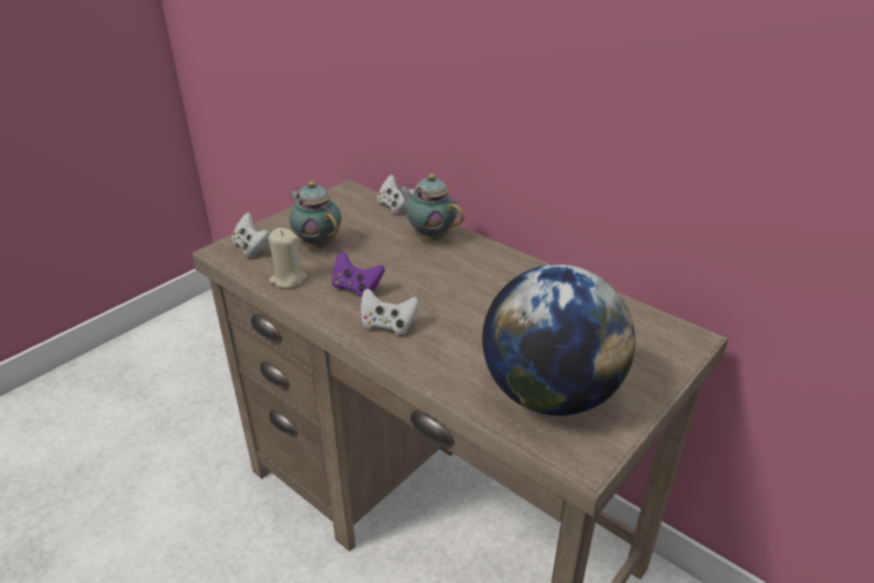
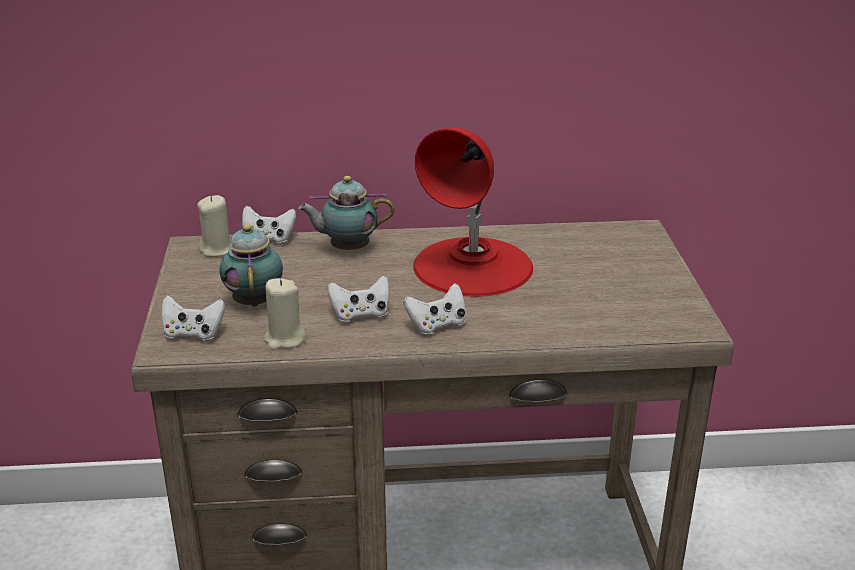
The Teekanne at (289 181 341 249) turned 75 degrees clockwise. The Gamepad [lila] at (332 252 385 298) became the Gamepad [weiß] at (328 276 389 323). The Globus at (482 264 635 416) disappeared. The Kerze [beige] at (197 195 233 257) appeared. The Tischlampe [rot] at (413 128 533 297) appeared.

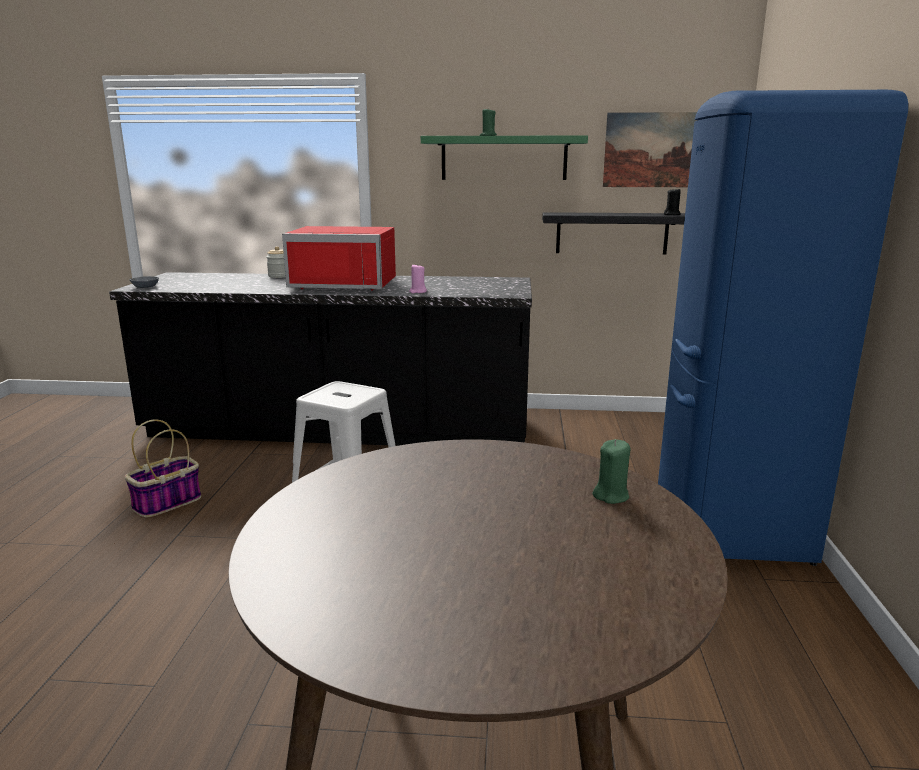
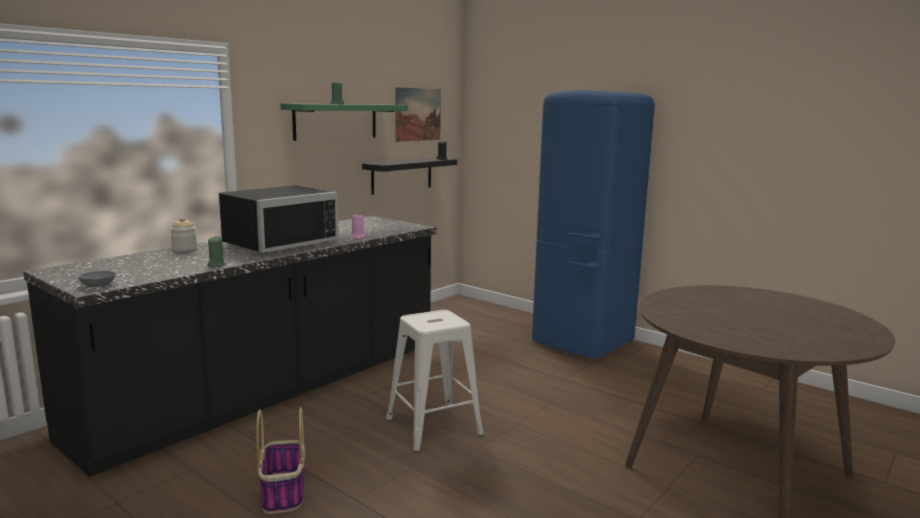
The Mikrowelle [rot] at (282 226 396 291) became the Mikrowelle [schwarz] at (219 185 339 253). The Kerze [grün] moved from (593 439 630 504) to (207 236 226 267).

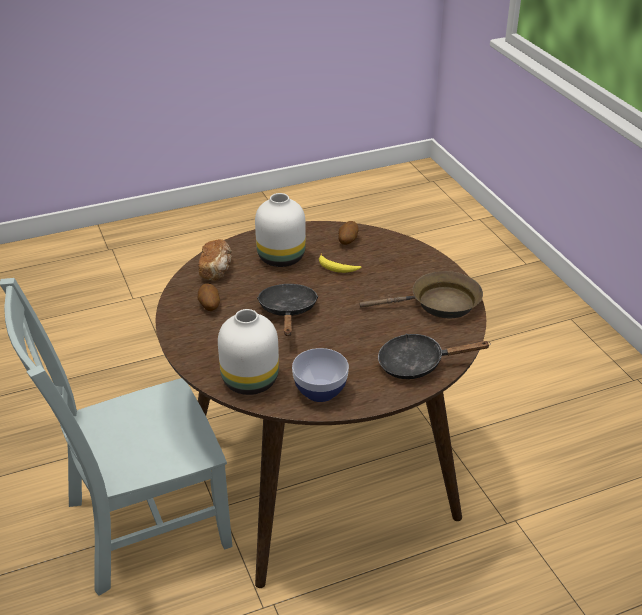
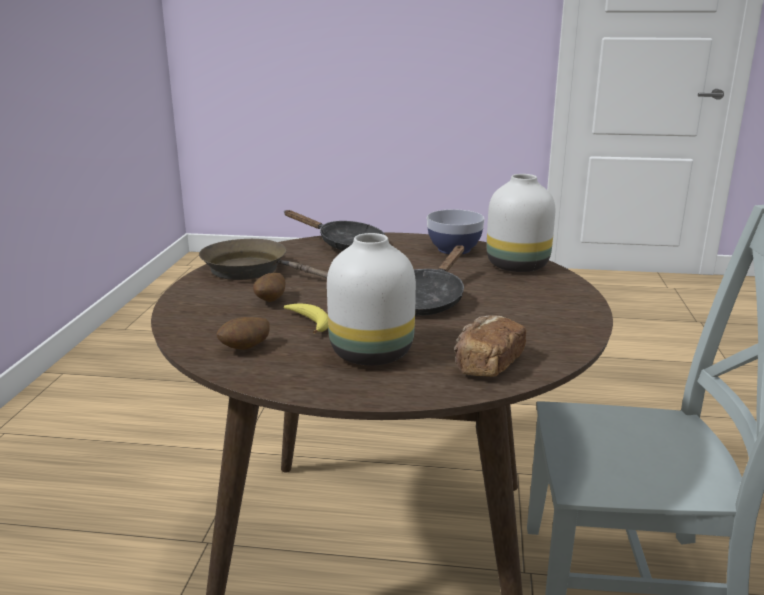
The Kartoffel moved from (198 283 220 311) to (253 273 285 302).

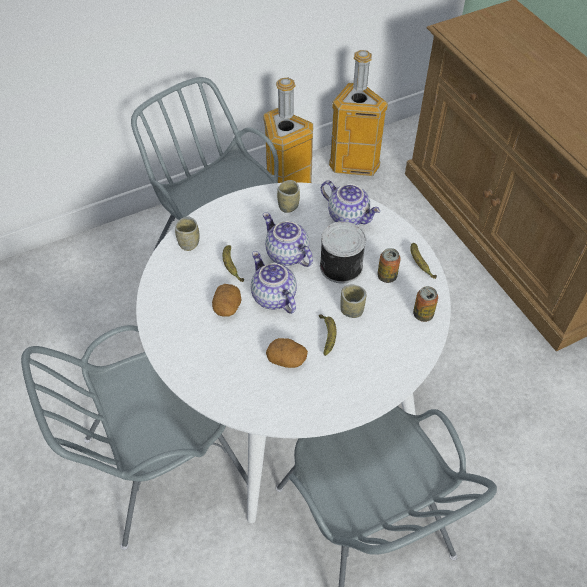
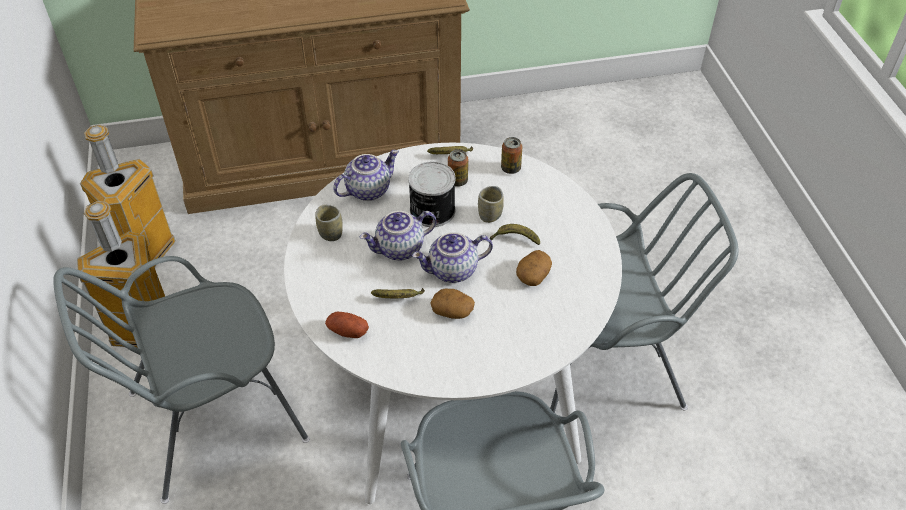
The Tasse at (175 216 199 251) was replaced by the Kartoffel at (325 312 369 338).

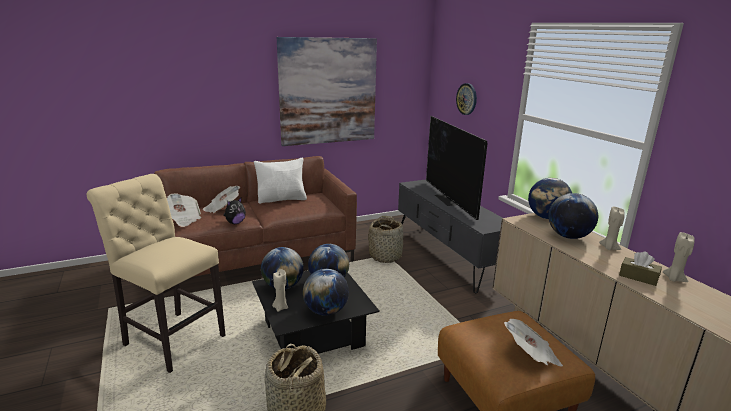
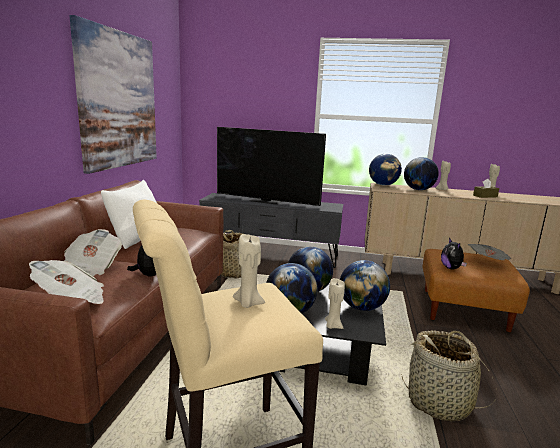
The Wanduhr at (456 83 477 115) disappeared. The Kerze [beige] at (233 234 265 308) appeared. The Plüschtier at (441 238 467 270) appeared.

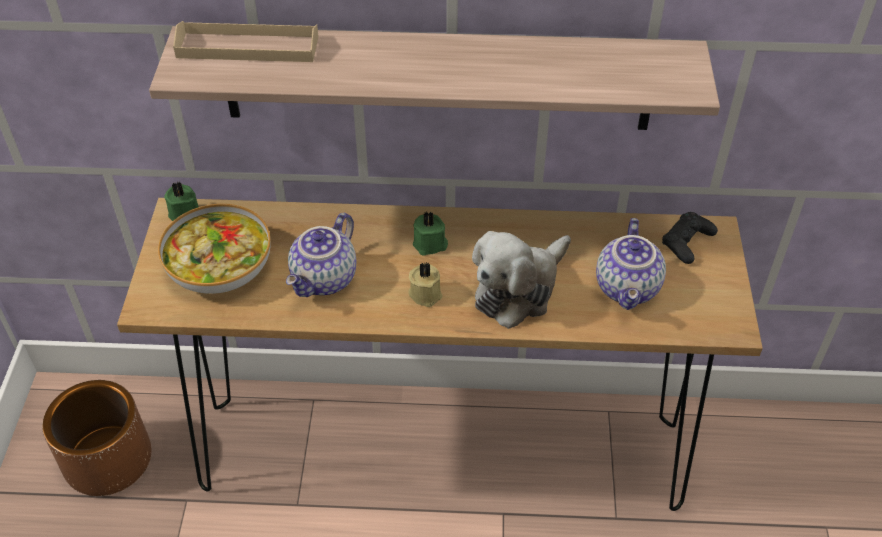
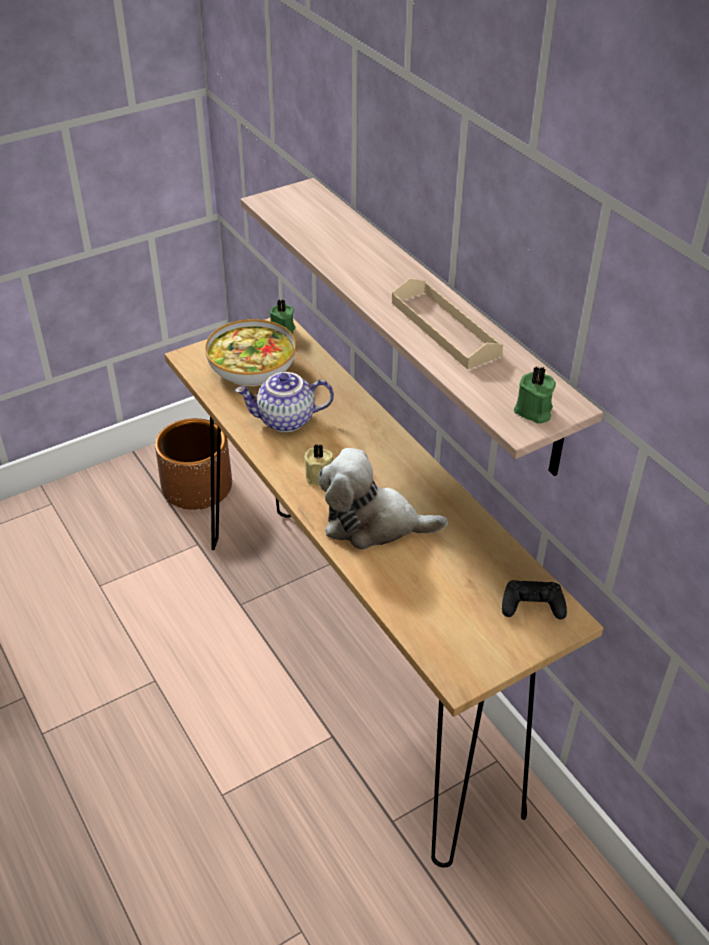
The Tablett [beige] moved from (173 21 319 62) to (392 278 503 370). The Kerze [grün] moved from (413 211 448 255) to (514 366 556 424). The Teekanne at (596 218 666 310) disappeared.

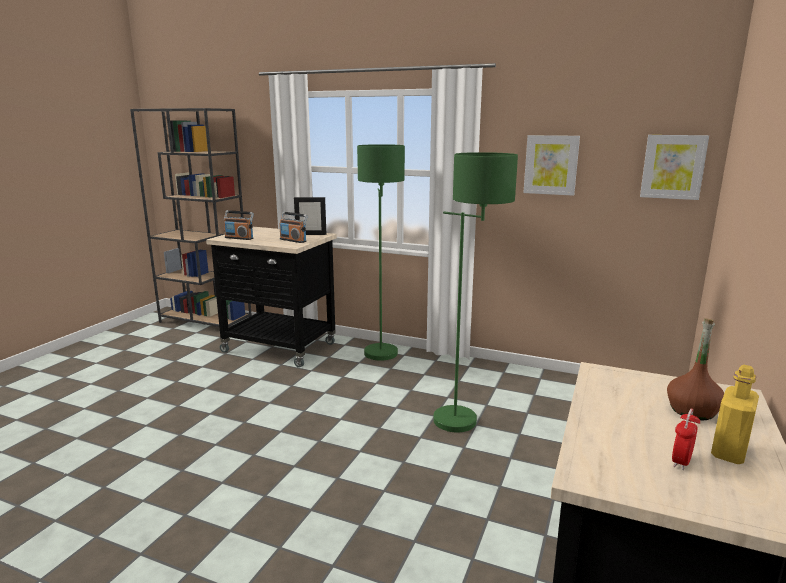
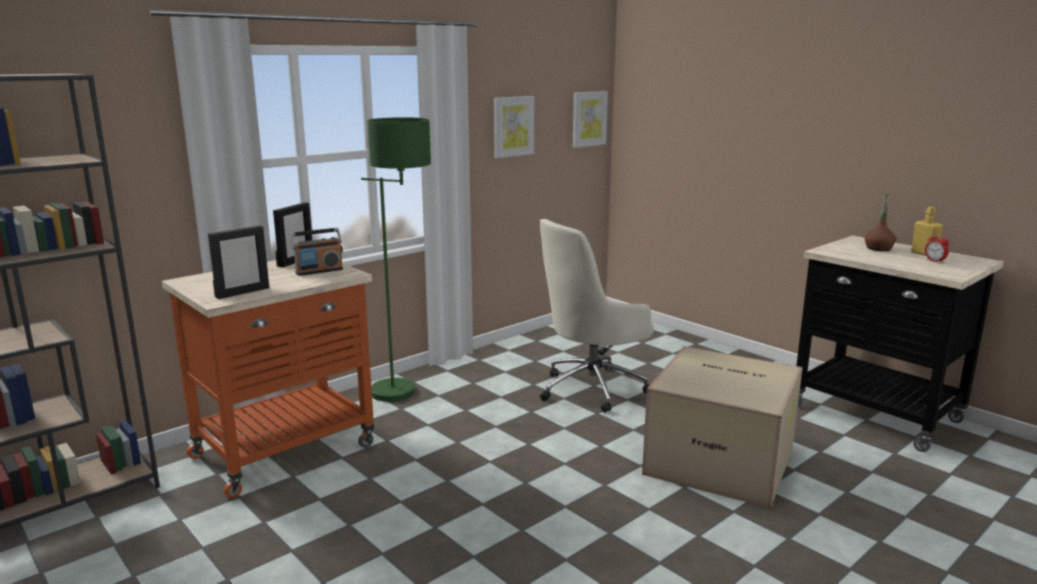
The Rollwagen [schwarz] at (206 227 337 368) became the Rollwagen [orange] at (162 260 374 498). The Radio at (224 210 254 240) was replaced by the Bilderrahmen at (208 226 269 299). The Stehlampe [grün] at (433 152 518 432) was replaced by the Bürostuhl [beige] at (540 219 654 412). The Karton at (642 346 803 508) appeared.

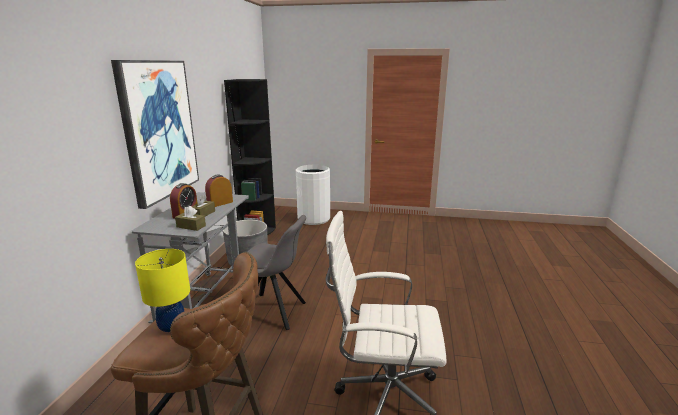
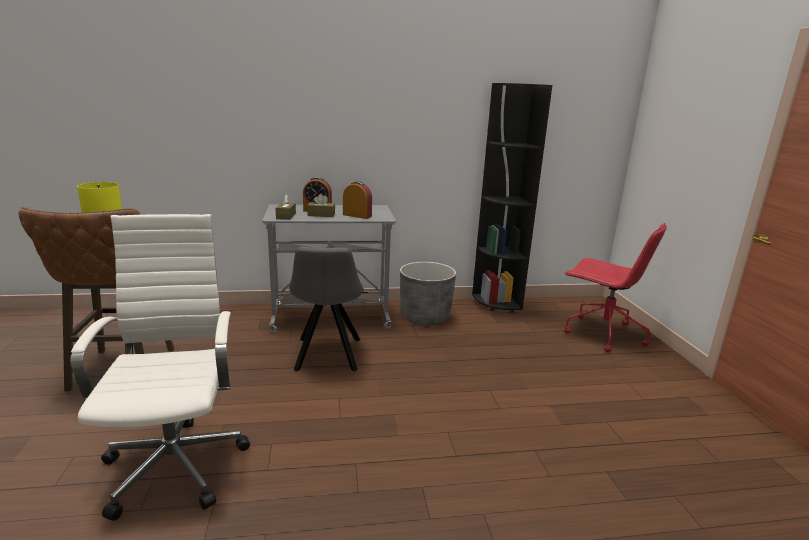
The Bild at (111 60 199 209) disappeared. The Mülleimer [weiß] at (296 165 330 225) was replaced by the Bürostuhl [rot] at (564 223 667 352).

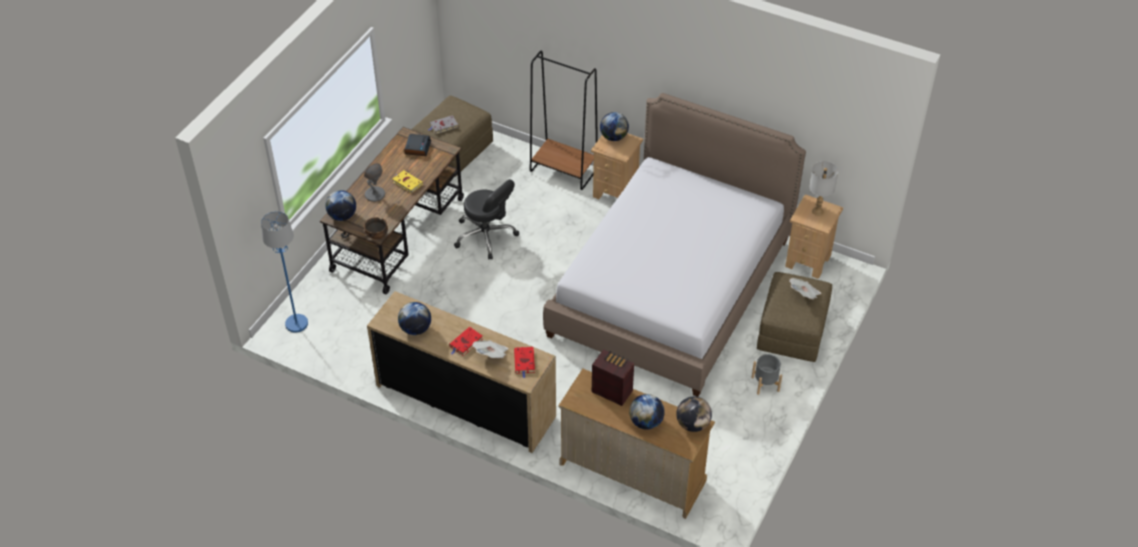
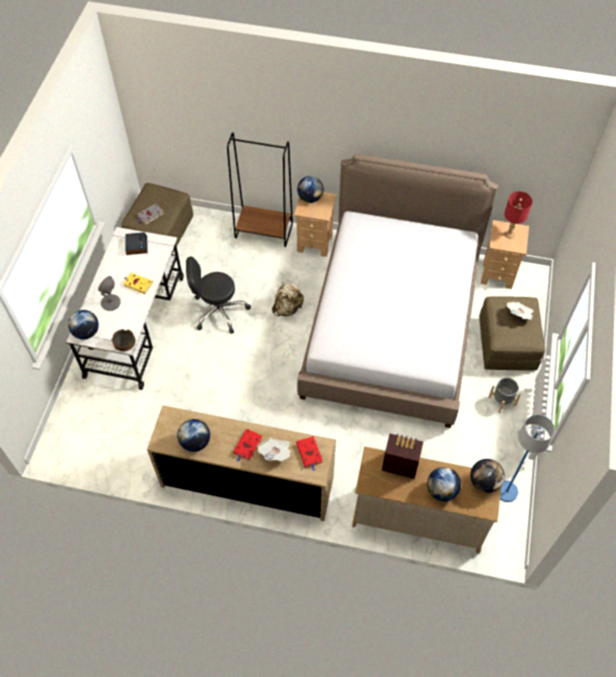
The Stehlampe [blau] moved from (261 211 308 332) to (500 415 555 502). The Schreibtisch [braun] at (320 127 464 294) became the Schreibtisch [weiß] at (66 227 184 390). The Bürostuhl [schwarz] at (454 179 519 260) turned 150 degrees clockwise. The Tischlampe [grau] at (809 161 838 216) became the Tischlampe [rot] at (504 191 533 239). The Rucksack [beige] at (272 282 304 316) appeared.

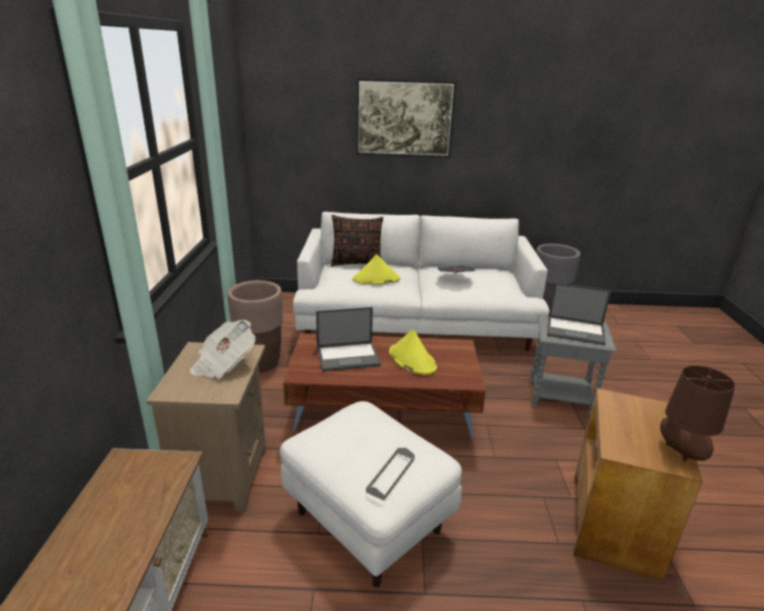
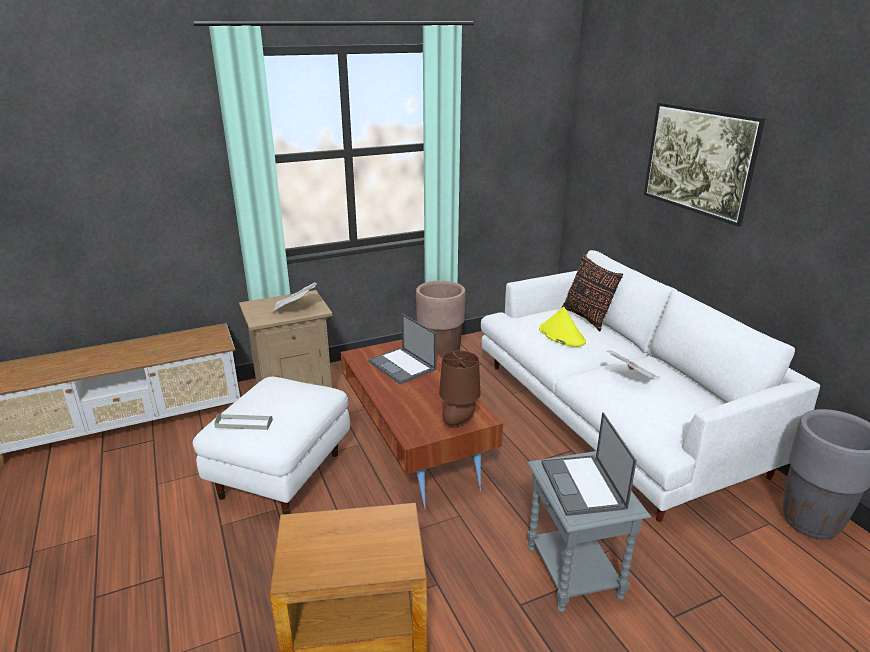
The Hut [gelb] at (389 329 437 375) disappeared. The Tischlampe [braun] moved from (660 365 735 462) to (439 351 480 428).

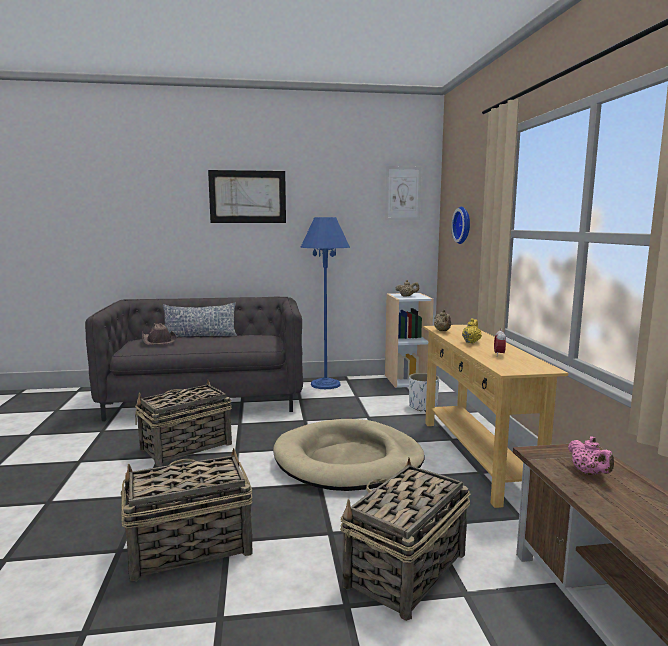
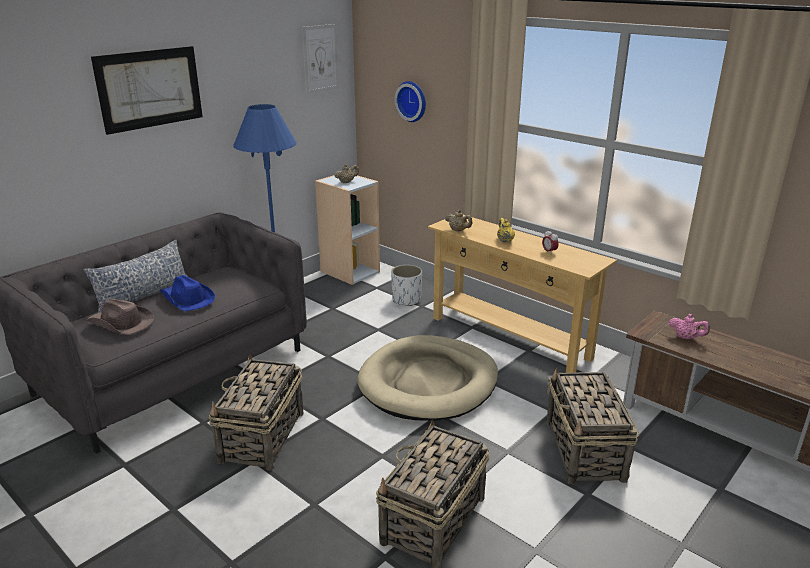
The Hut [blau] at (160 275 215 311) appeared.

